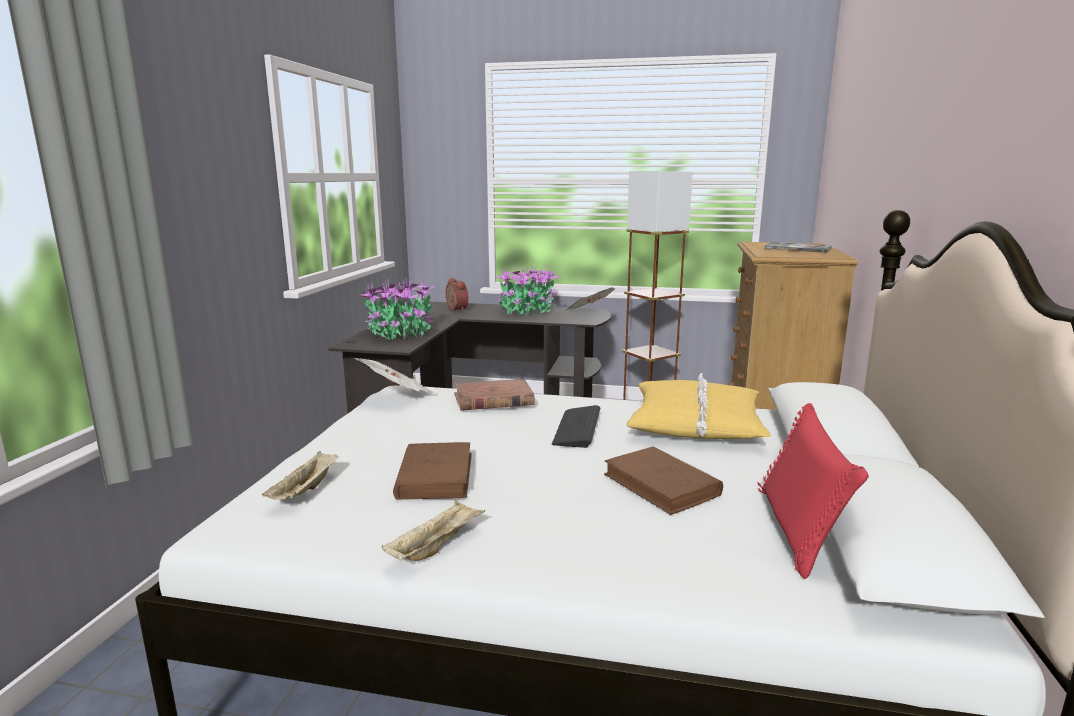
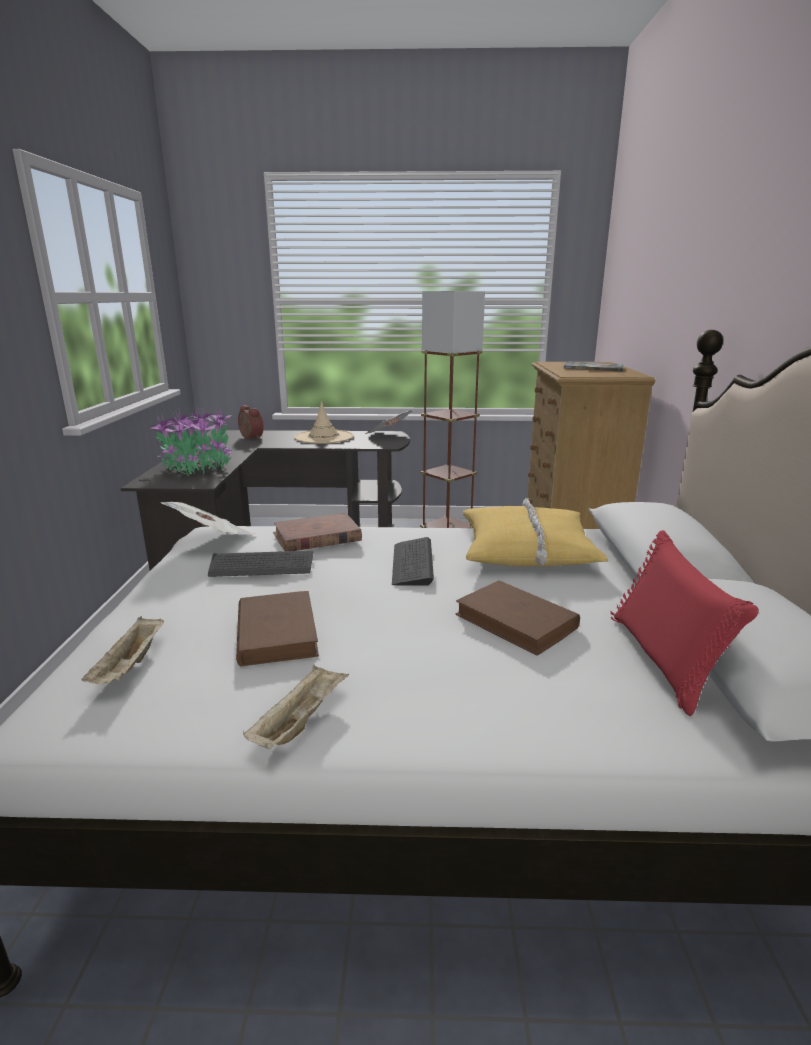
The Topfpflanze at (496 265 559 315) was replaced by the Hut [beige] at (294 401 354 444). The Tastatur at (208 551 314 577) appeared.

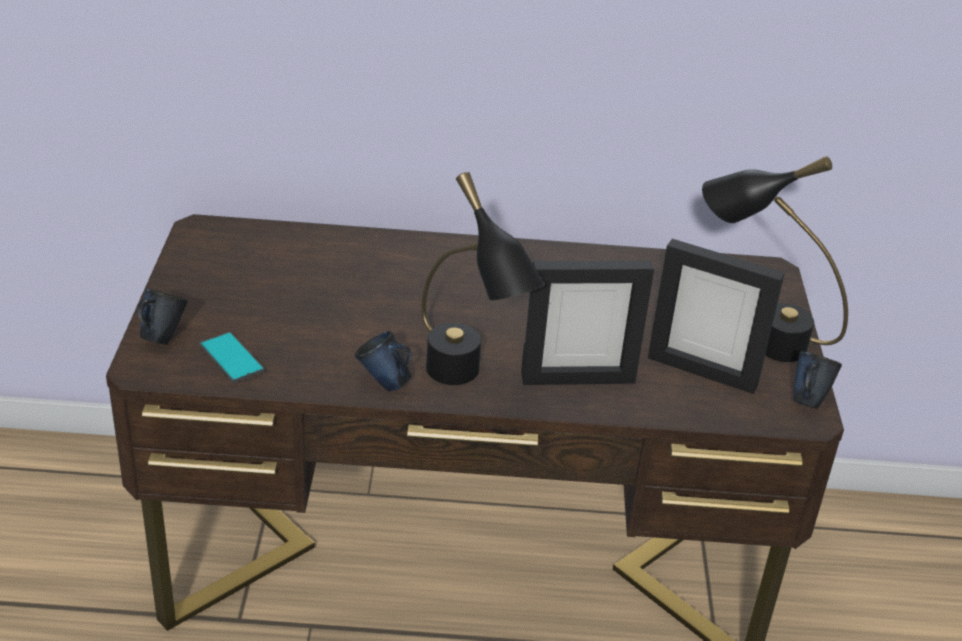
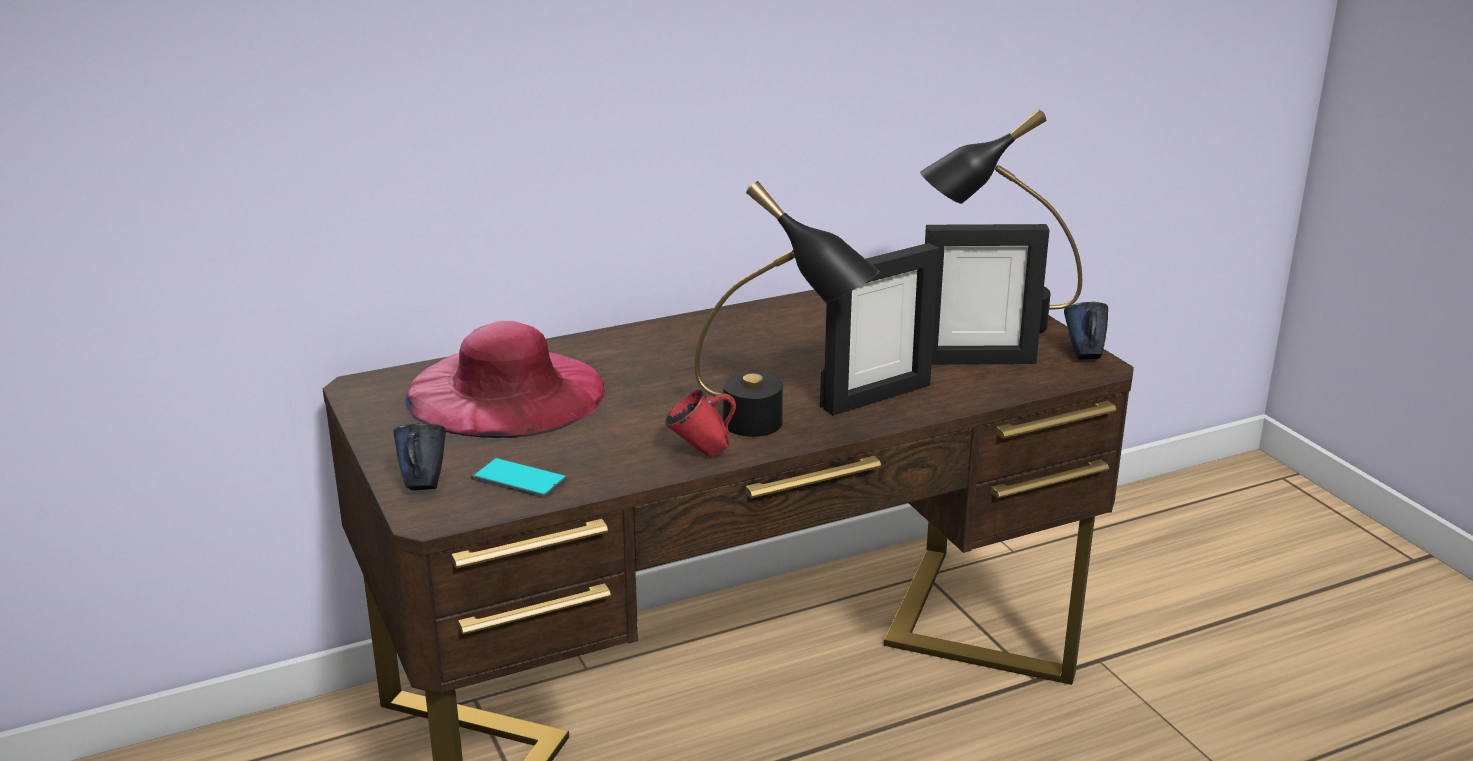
The Henkelbecher [blau] at (355 331 412 392) became the Henkelbecher [rot] at (665 389 736 458). The Hut [rosa] at (405 321 605 438) appeared.

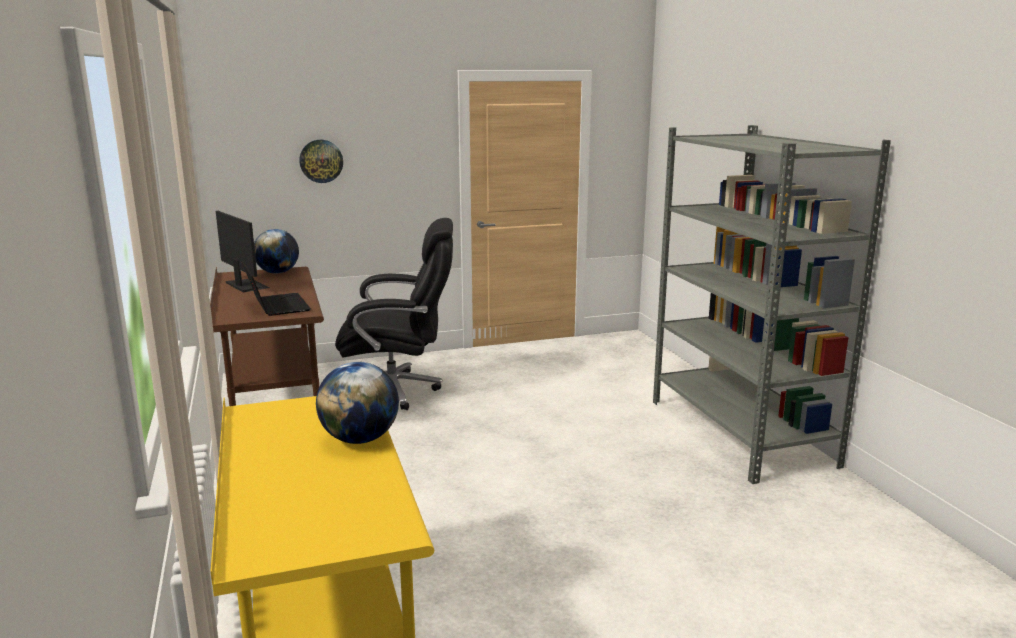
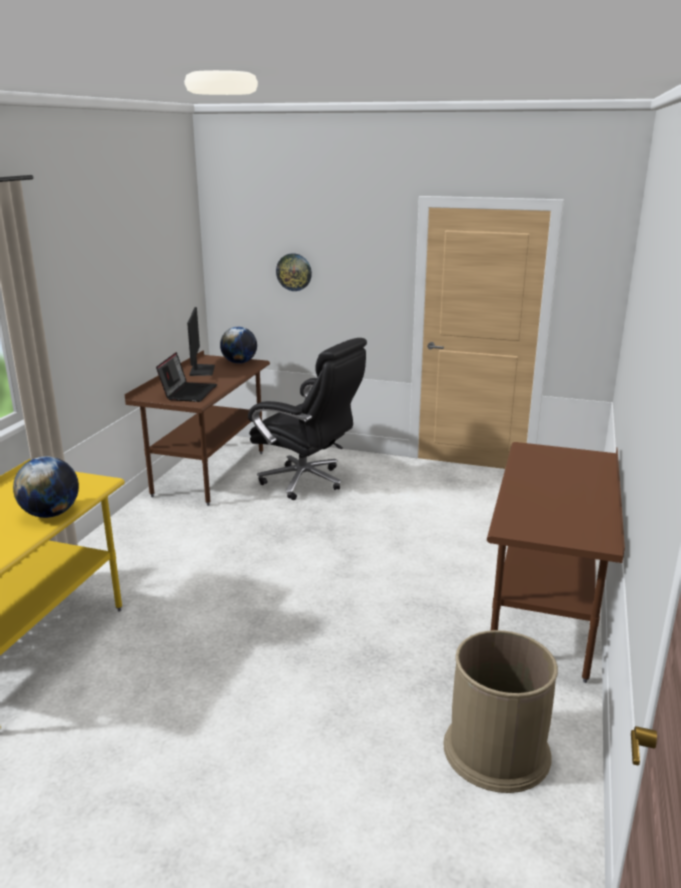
The Bücherregal [grau] at (653 125 891 484) was replaced by the Schreibtisch [braun] at (487 442 625 683). The Mülleimer [braun] at (443 630 558 793) appeared.

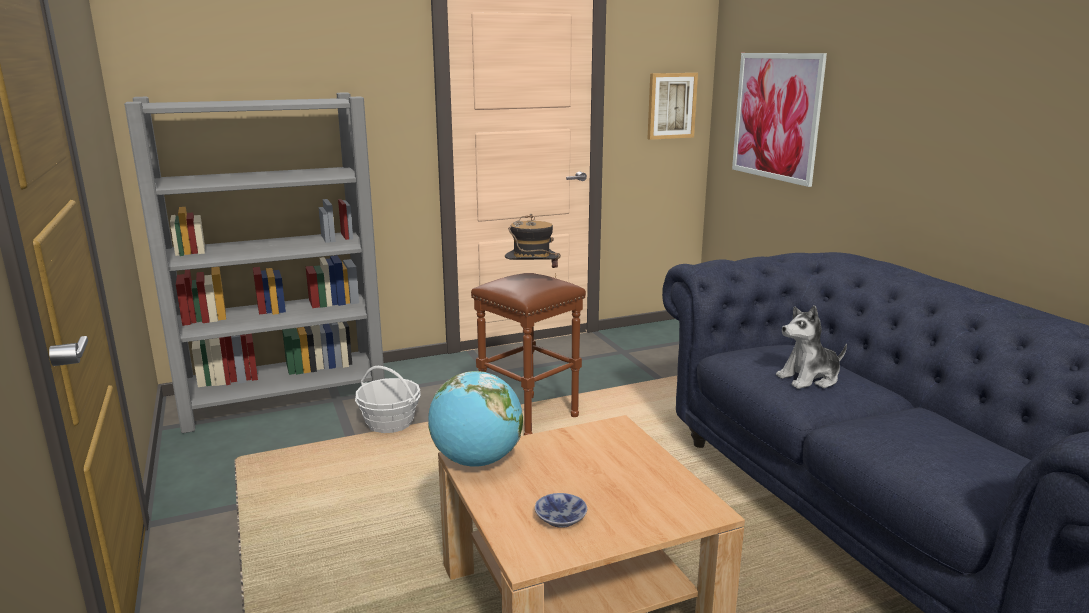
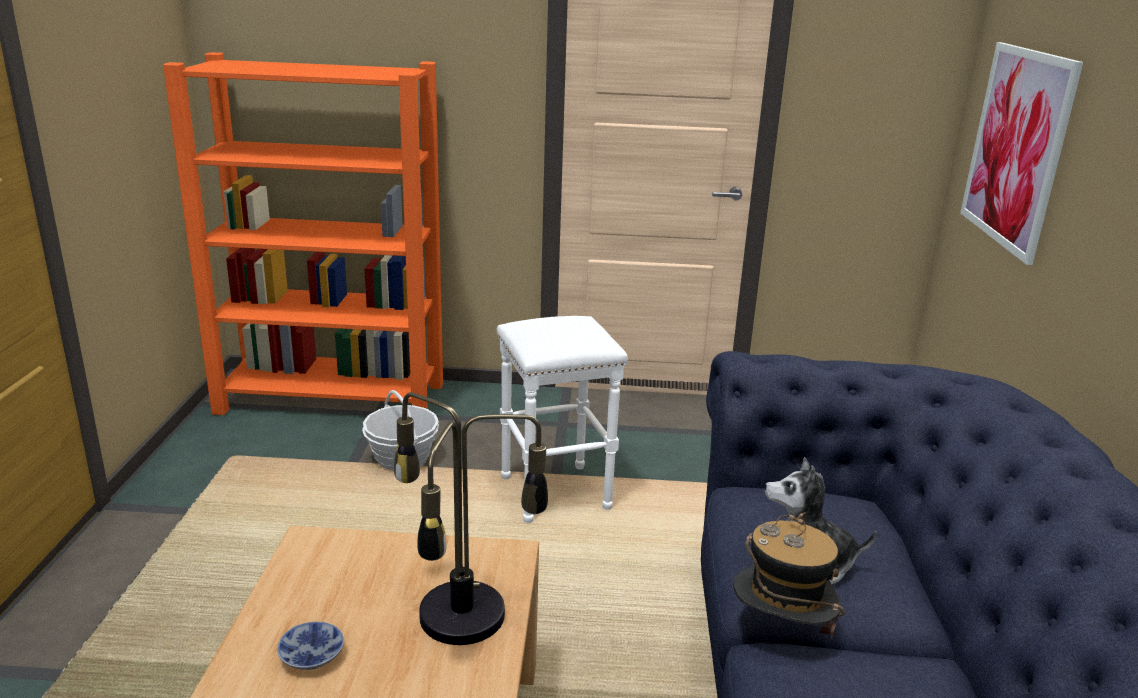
The Bücherregal [grau] at (124 92 385 433) became the Bücherregal [orange] at (163 52 443 415). The Globus at (428 371 523 467) disappeared. The Hocker [braun] at (471 273 586 435) became the Hocker [weiß] at (497 316 628 523). The Hut moved from (505 214 561 278) to (733 512 845 639). The Bild at (647 73 698 140) disappeared. The Tischlampe at (394 392 548 645) appeared.

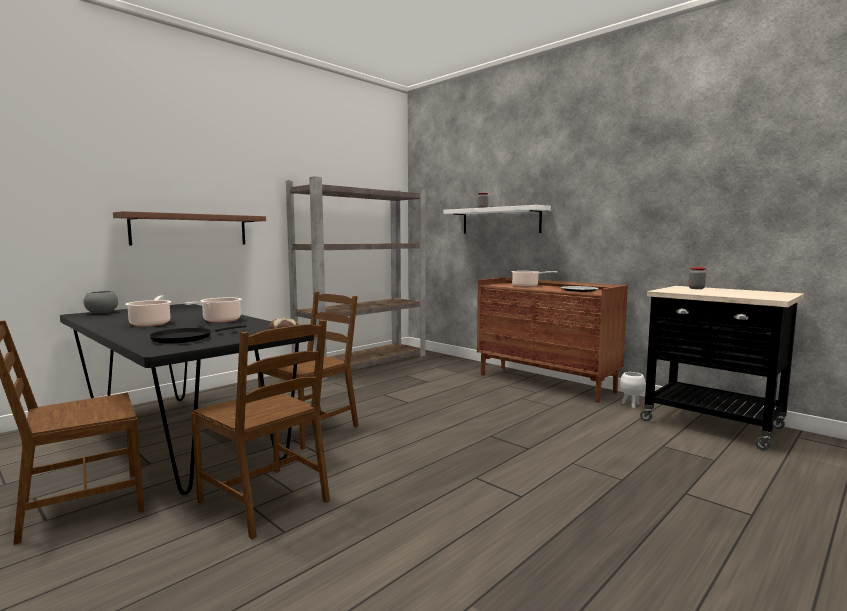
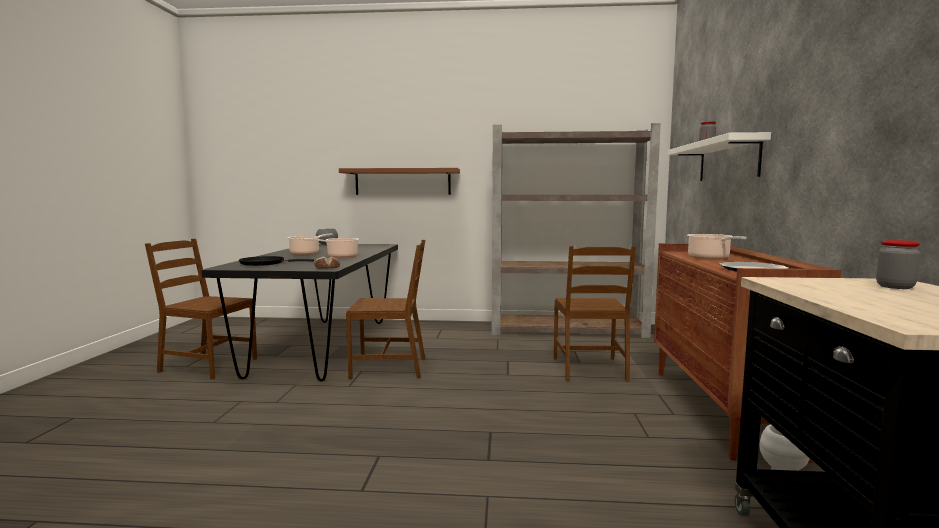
The Stuhl [braun] moved from (191 320 330 539) to (554 246 636 382).

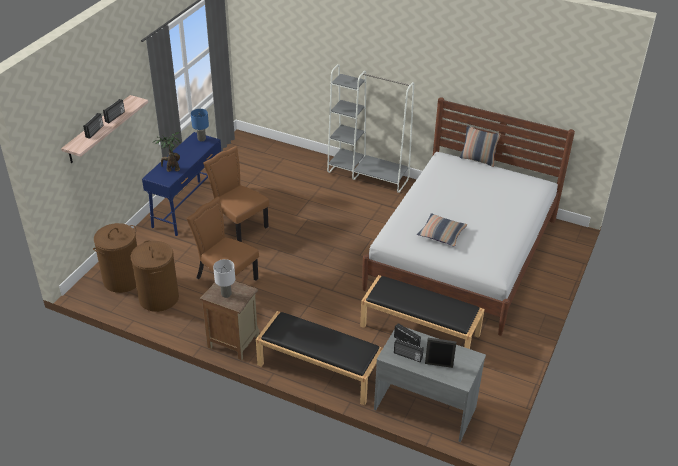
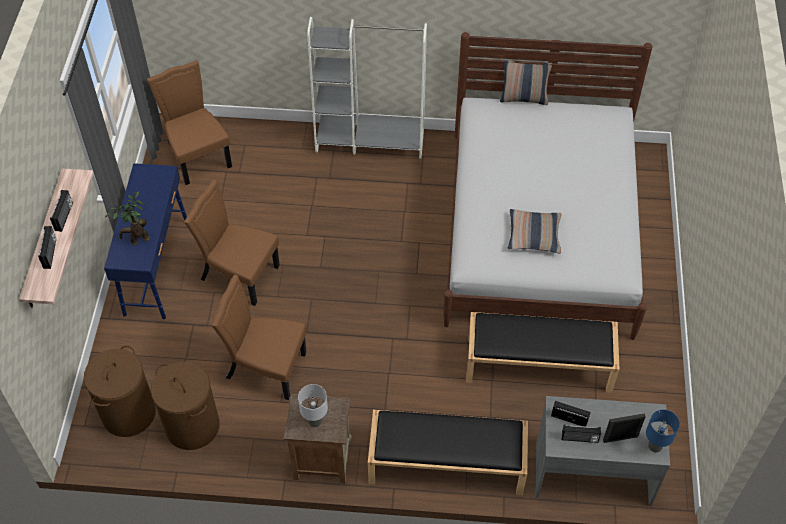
The Tischlampe [blau] moved from (191 109 209 141) to (646 409 680 452). The Stuhl [braun] at (147 60 232 185) appeared.

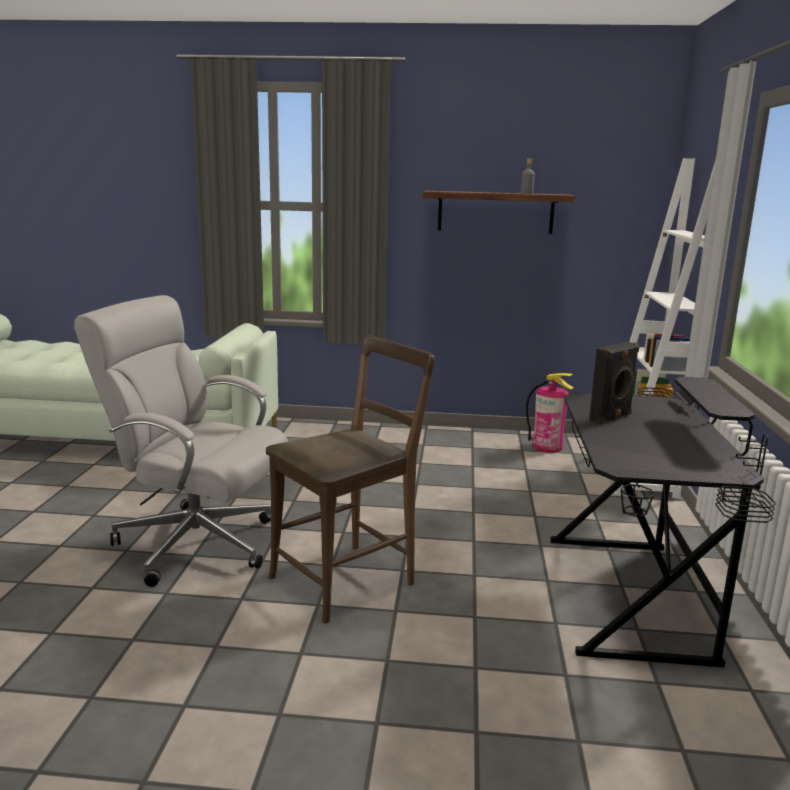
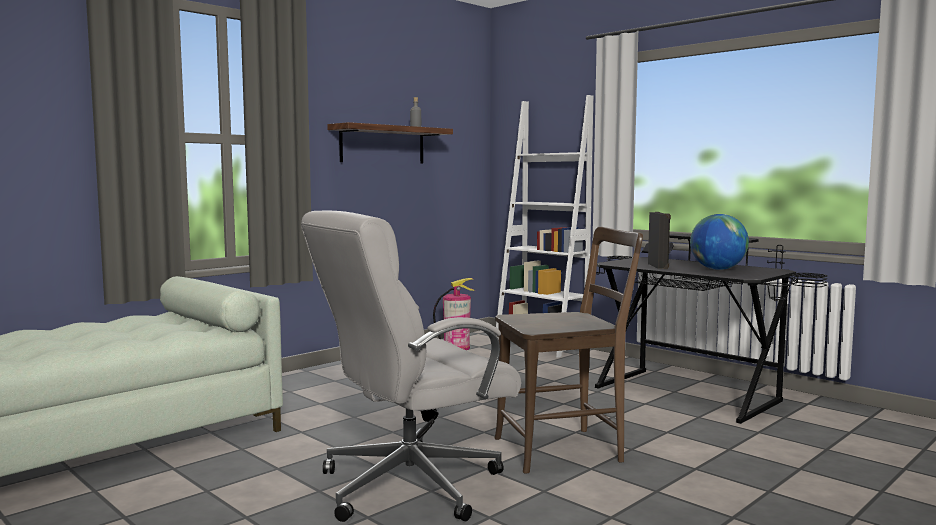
The Stuhl [braun] at (266 336 434 623) turned 75 degrees clockwise. The Globus at (690 214 749 270) appeared.

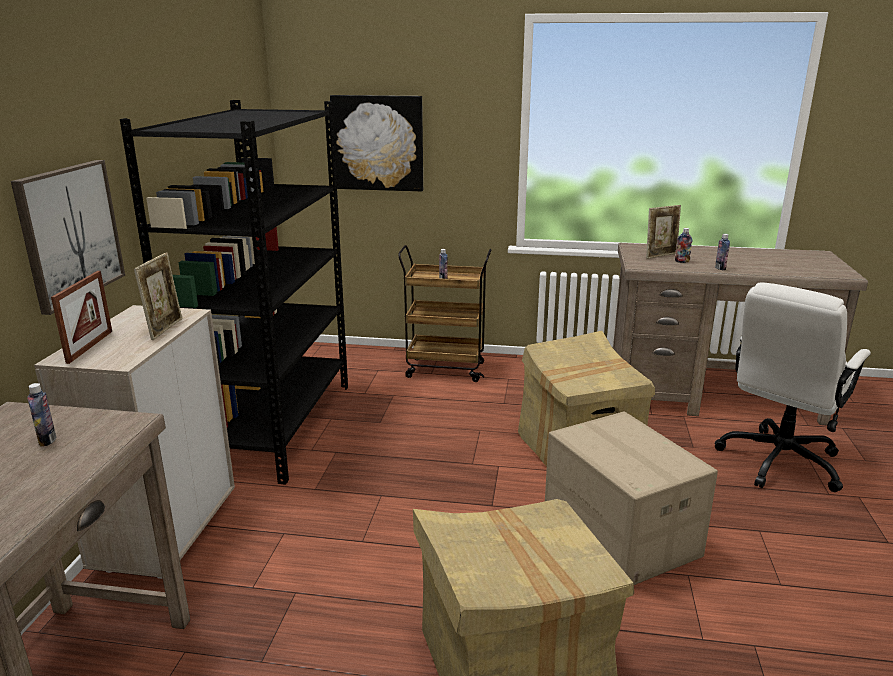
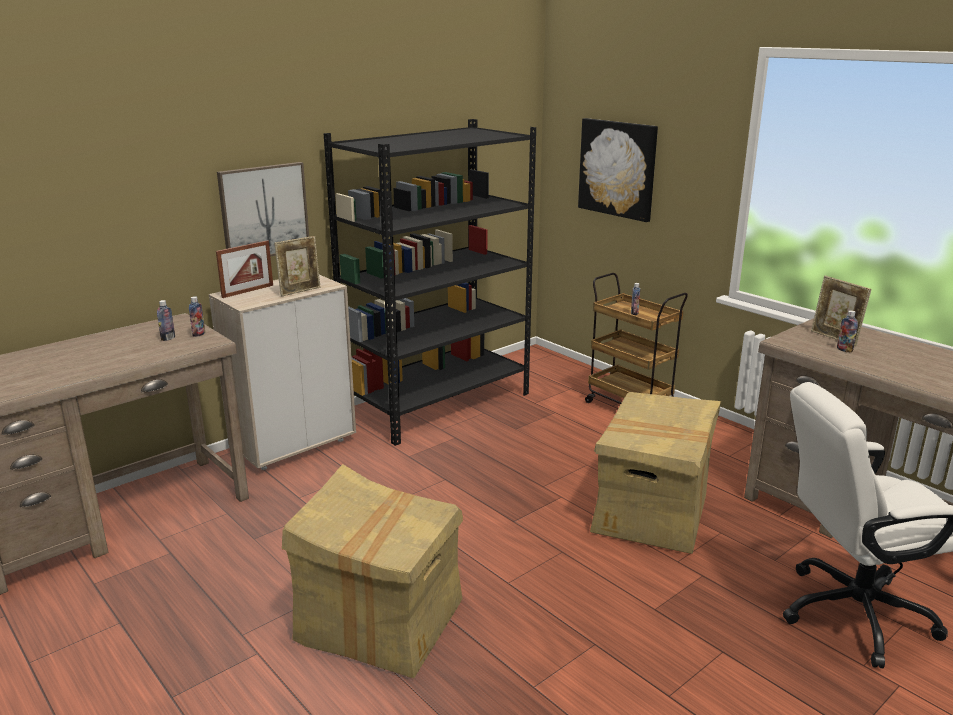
The Karton at (545 411 718 585) disappeared. The Bilderrahmen at (646 205 681 259) turned 45 degrees clockwise. The Flasche moved from (715 234 730 270) to (189 296 205 337).

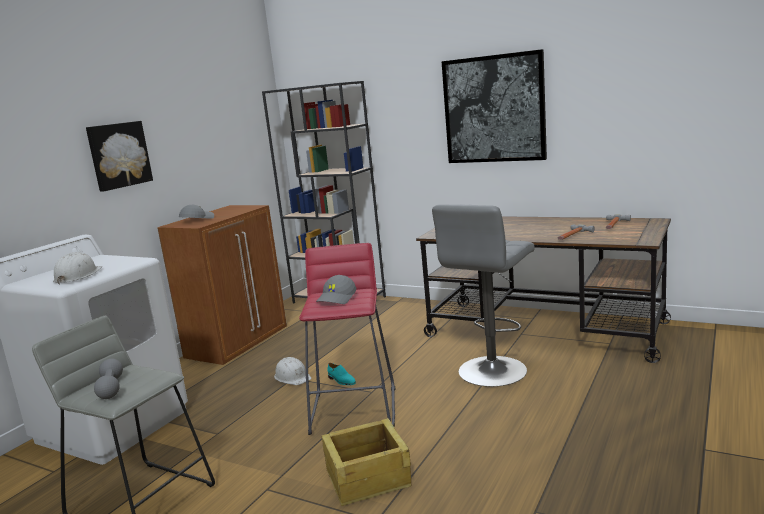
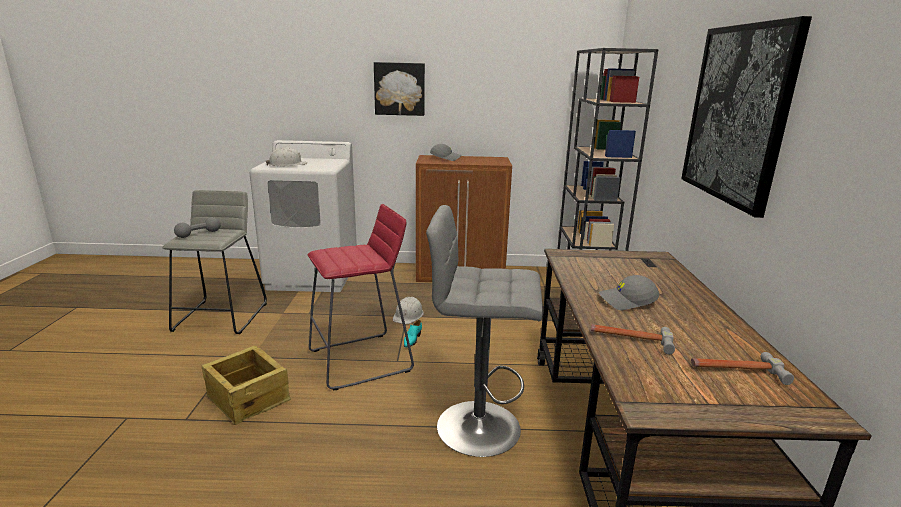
The Kappe [grau] moved from (316 275 356 304) to (599 275 659 310).

